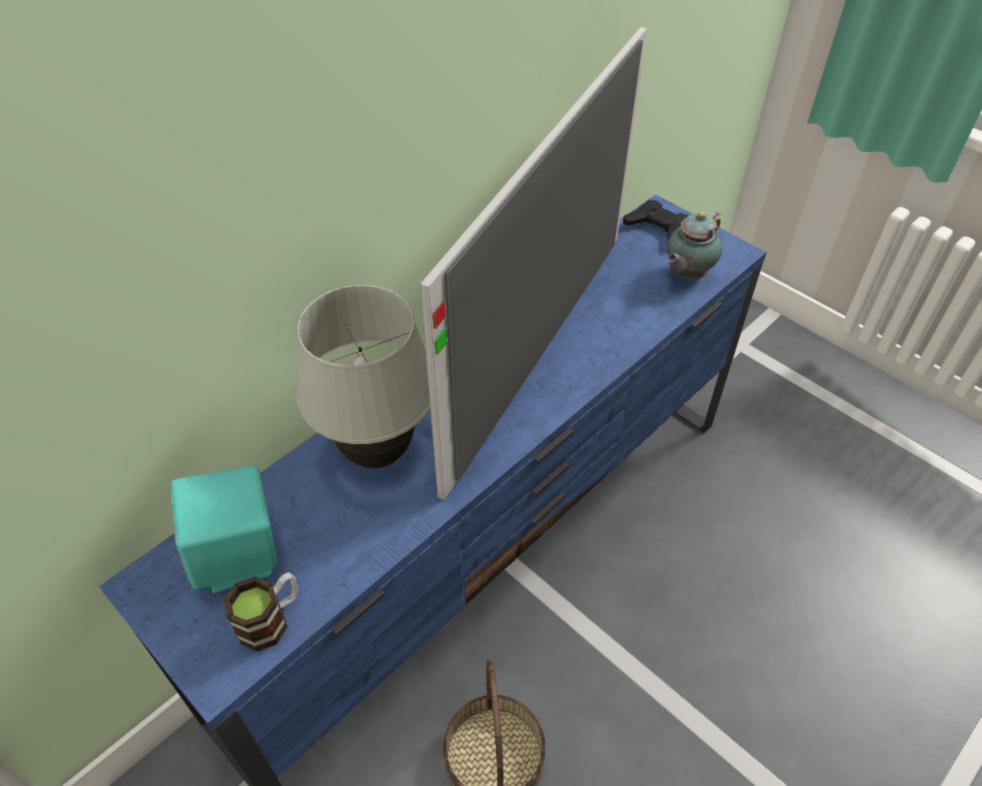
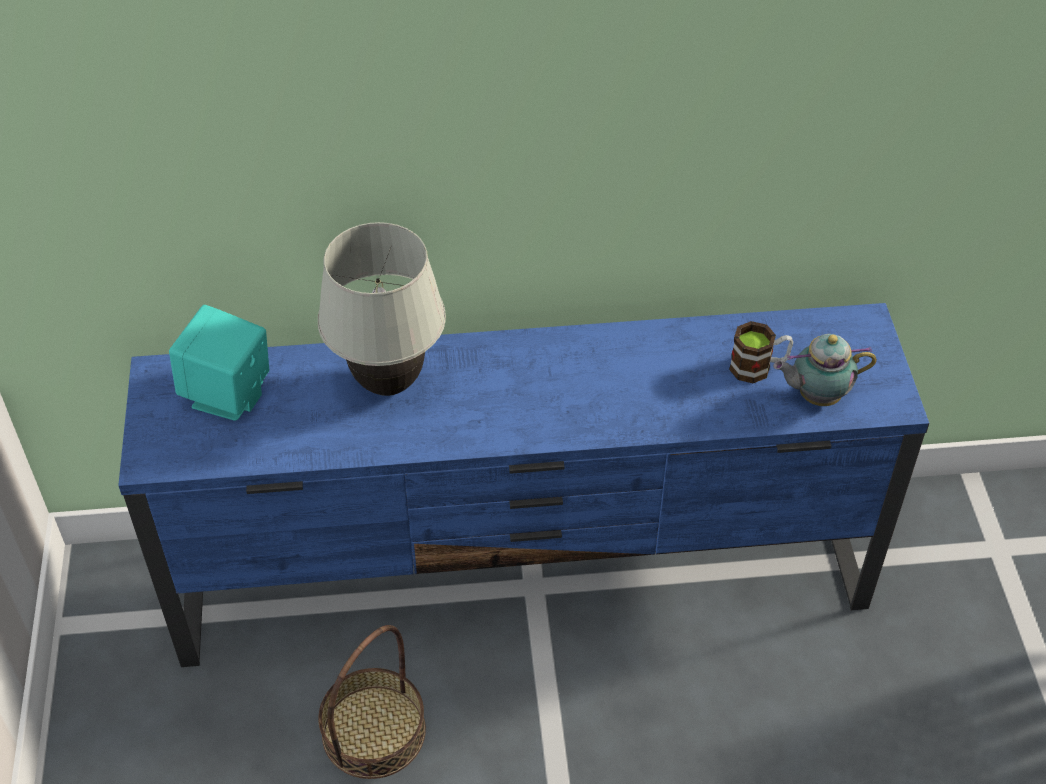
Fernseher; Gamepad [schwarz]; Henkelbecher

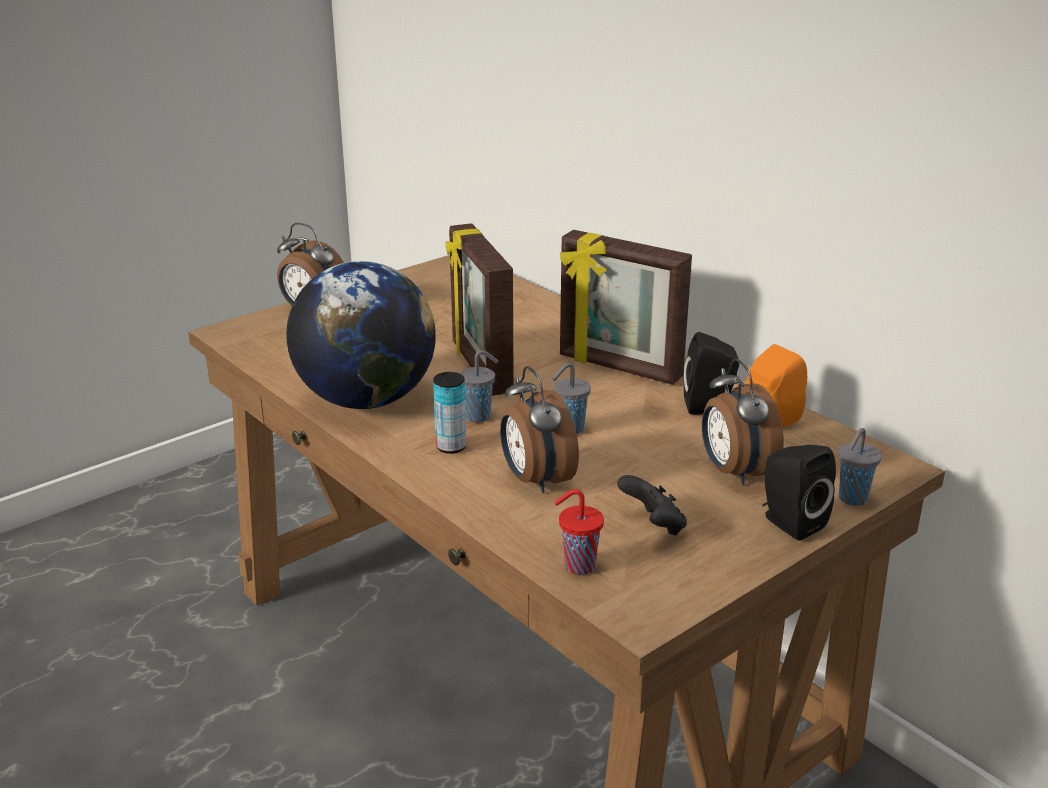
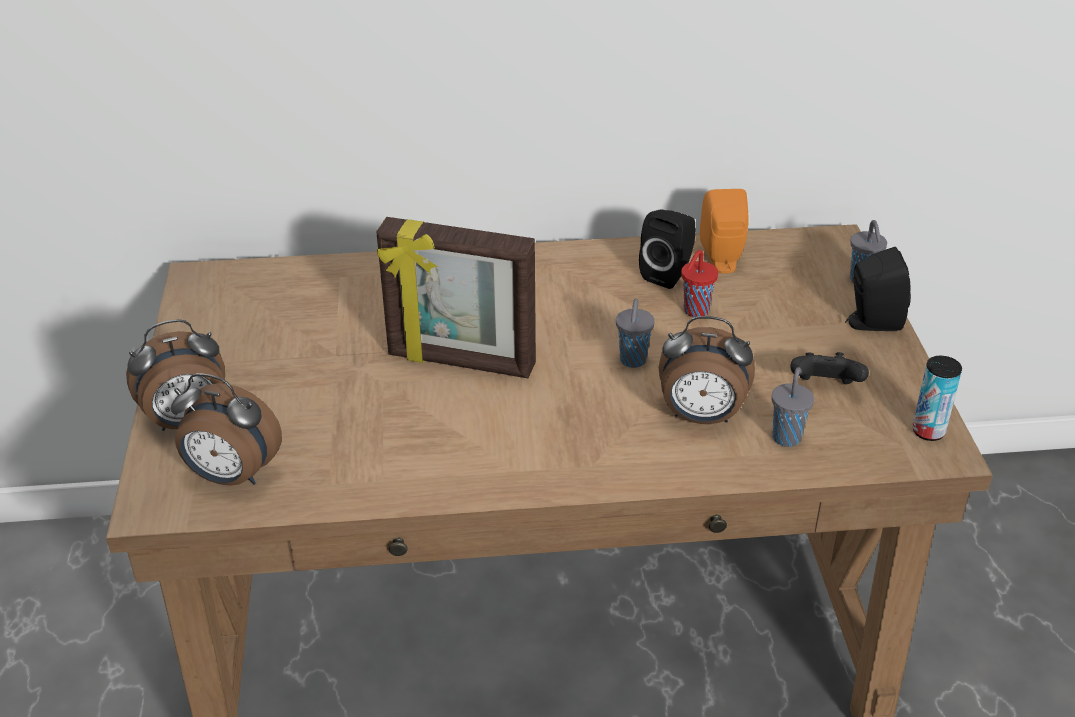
Globus; Bilderrahmen (2nd from left in the first image); Dose; Tasse [grau] (2nd from left); Tasse [rot]; Wecker (2nd from left)

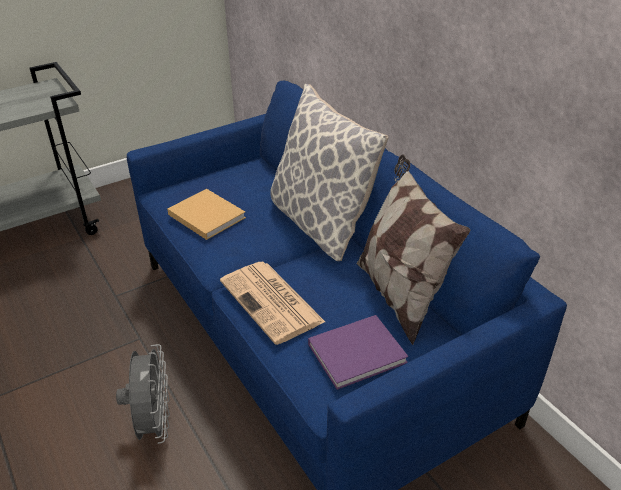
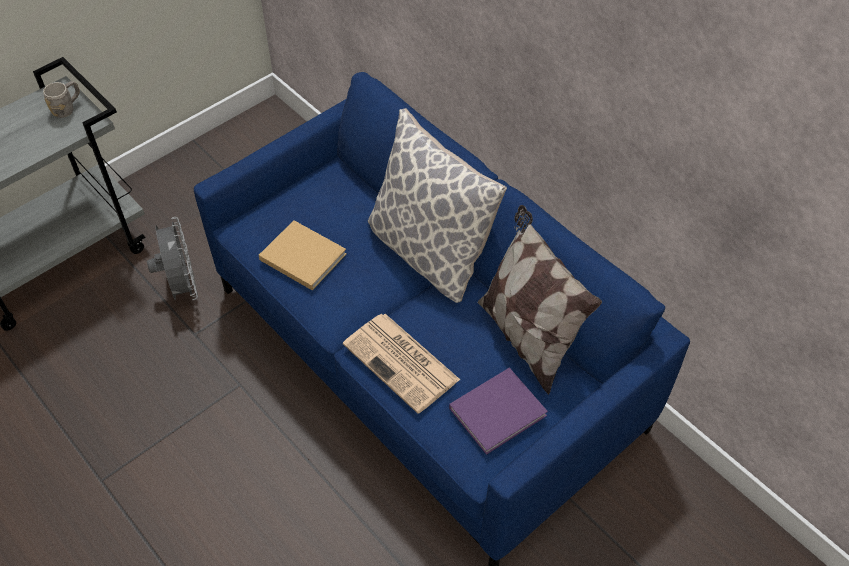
Henkelbecher [grau]; Ventilator [grau]

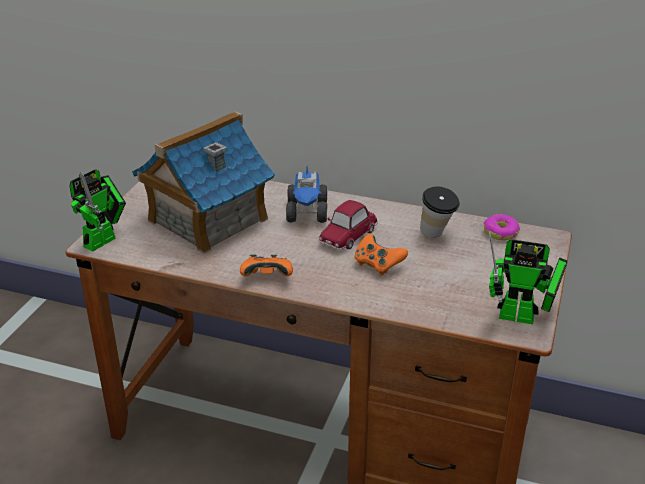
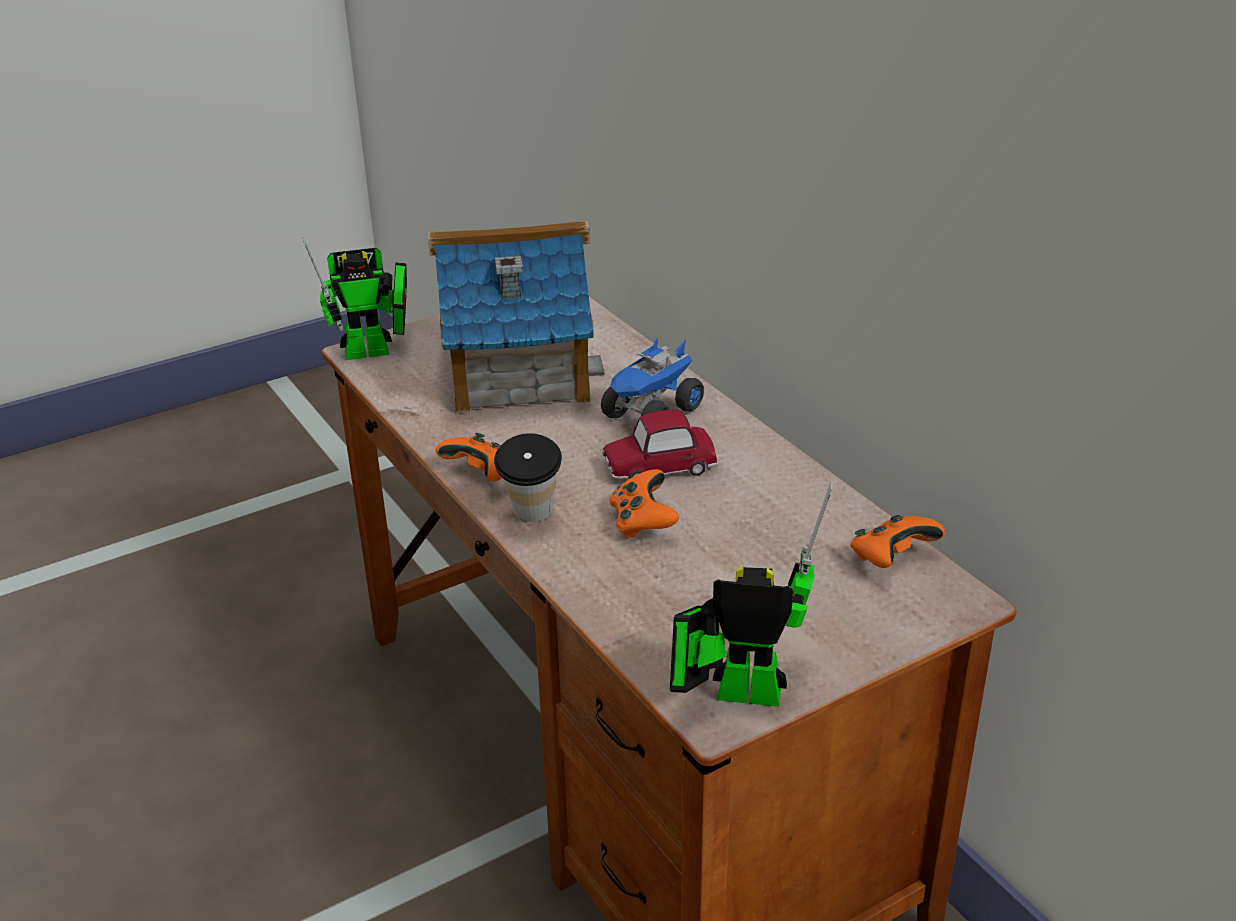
Tasse; Gamepad [orange] (3rd from left); Spielzeugroboter (2nd from left)

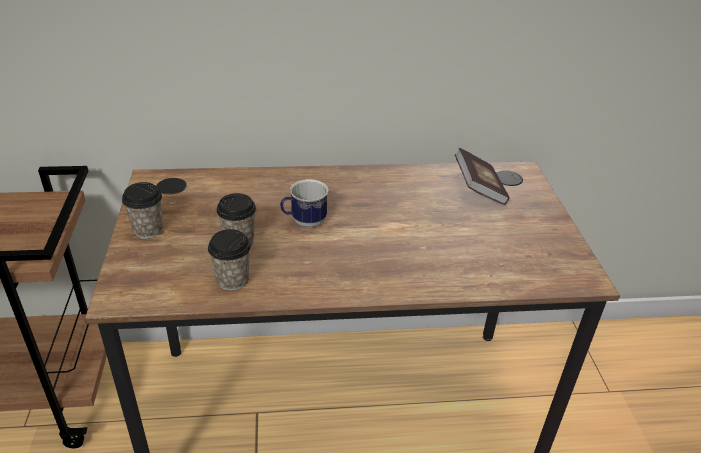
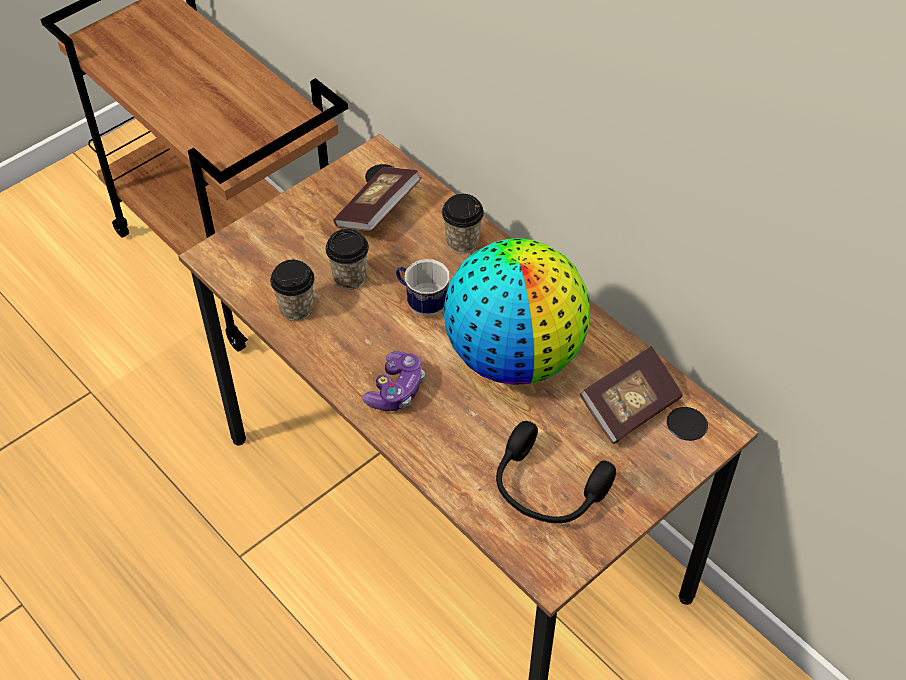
Buch (1st from left); Gamepad; Globus; Kopfhörer [schwarz]; Tasse (3rd from left)

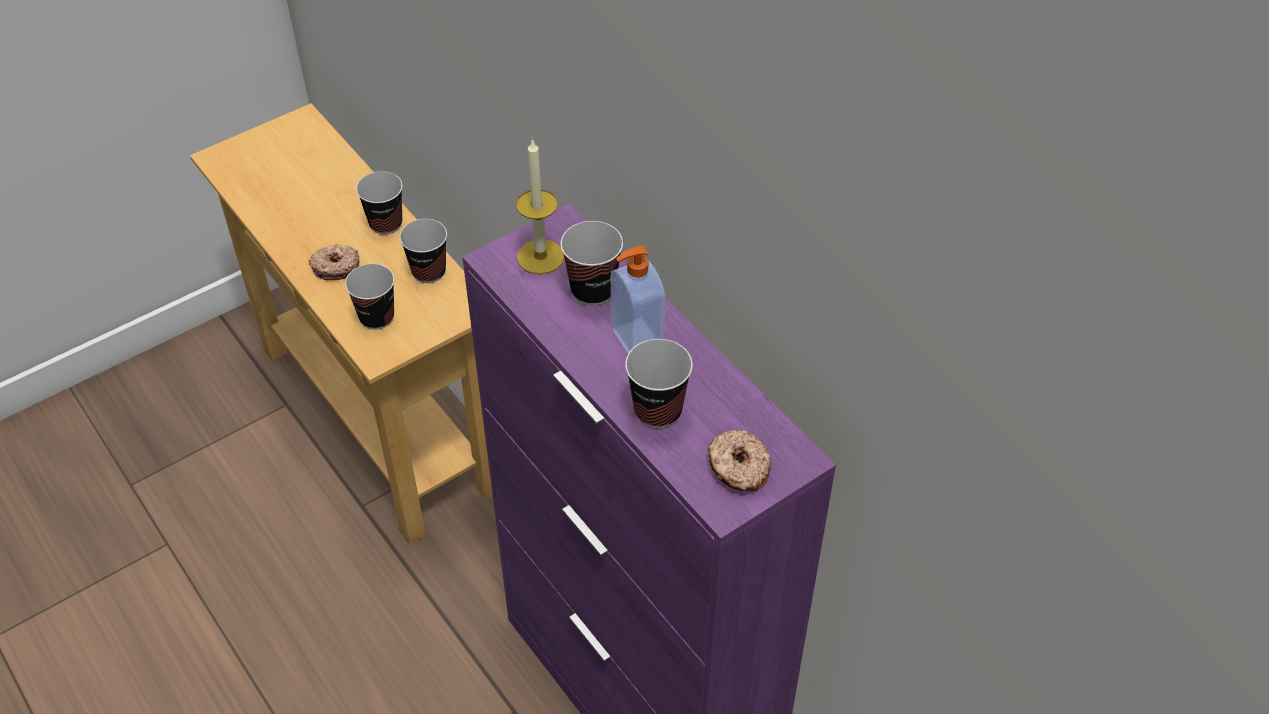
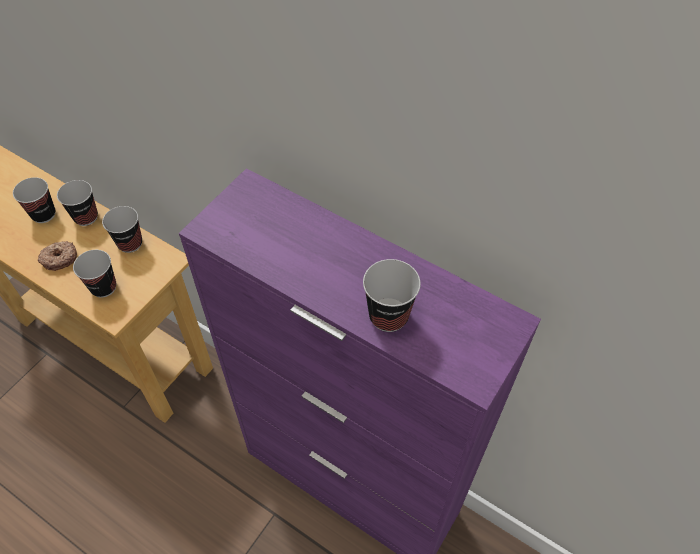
Kerze; Seifenspender; Donut (2nd from left in the first image); Tasse (1st from left)

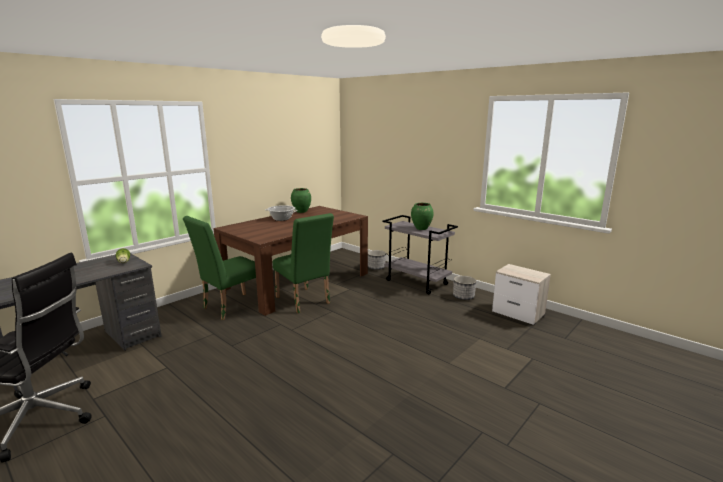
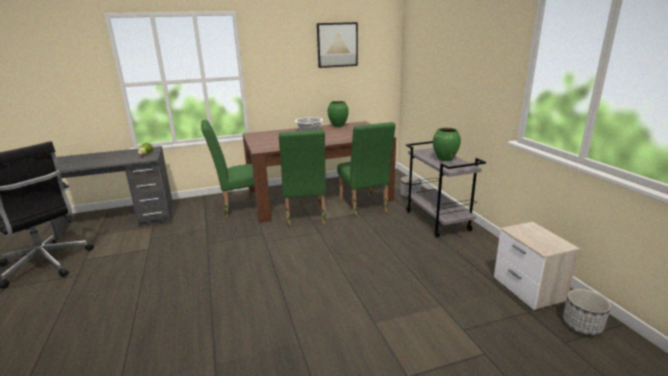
Bild; Stuhl [grün] (3rd from left); Pflanzkübel (2nd from left)

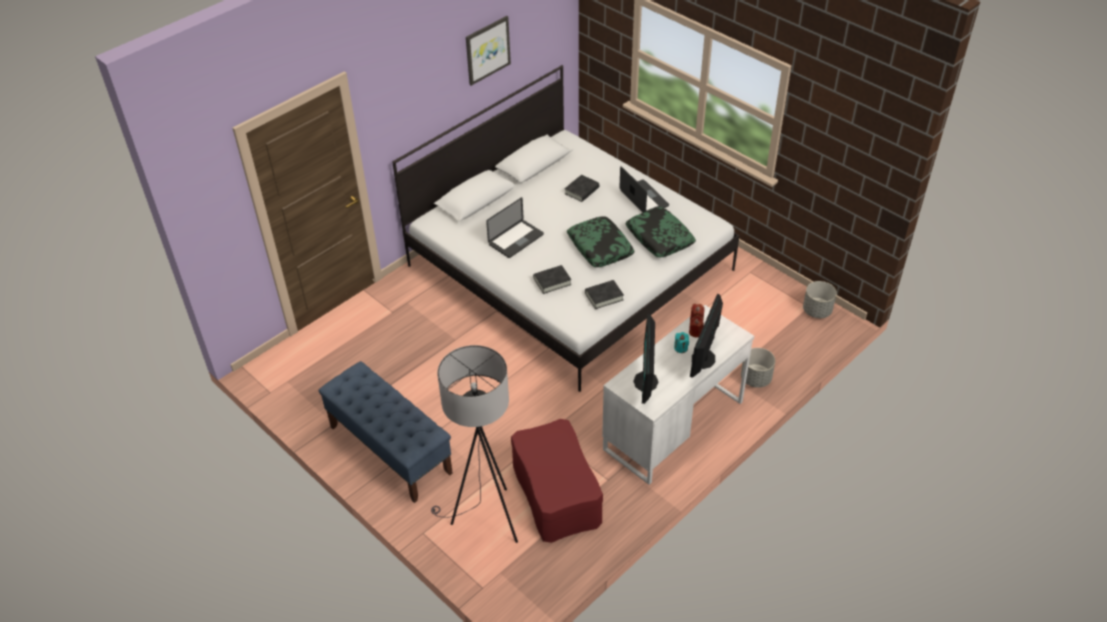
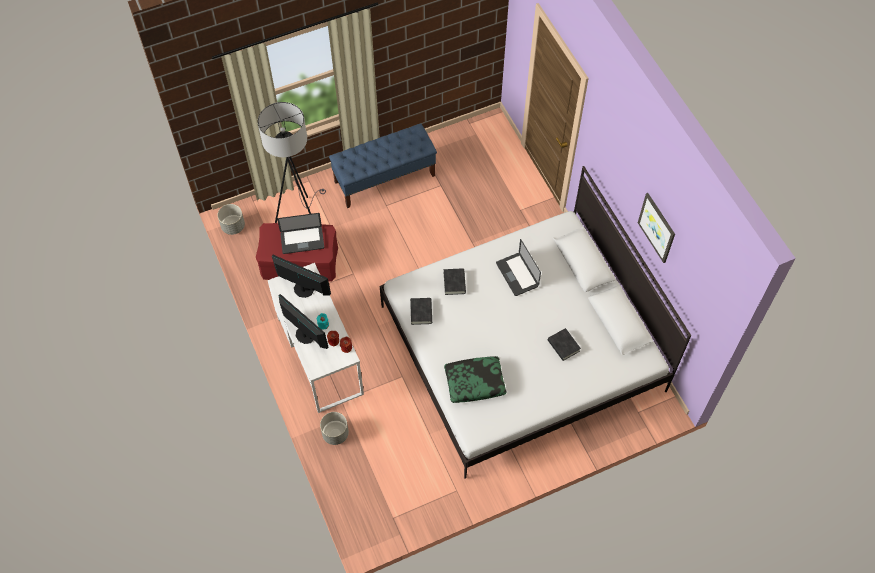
Kissen (1st from left in the first image); Laptop (1st from left); Pflanzkübel [grau] (1st from left)

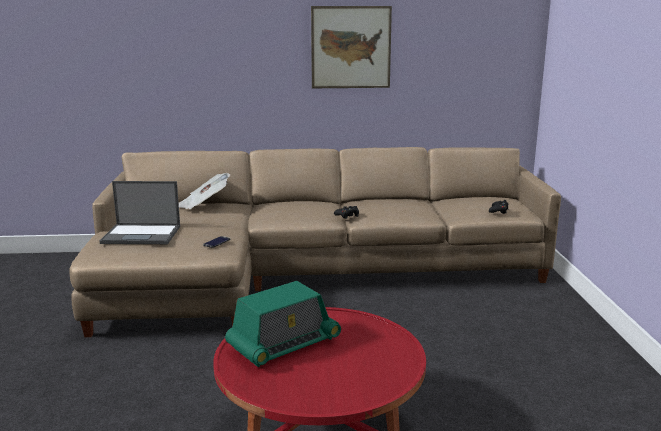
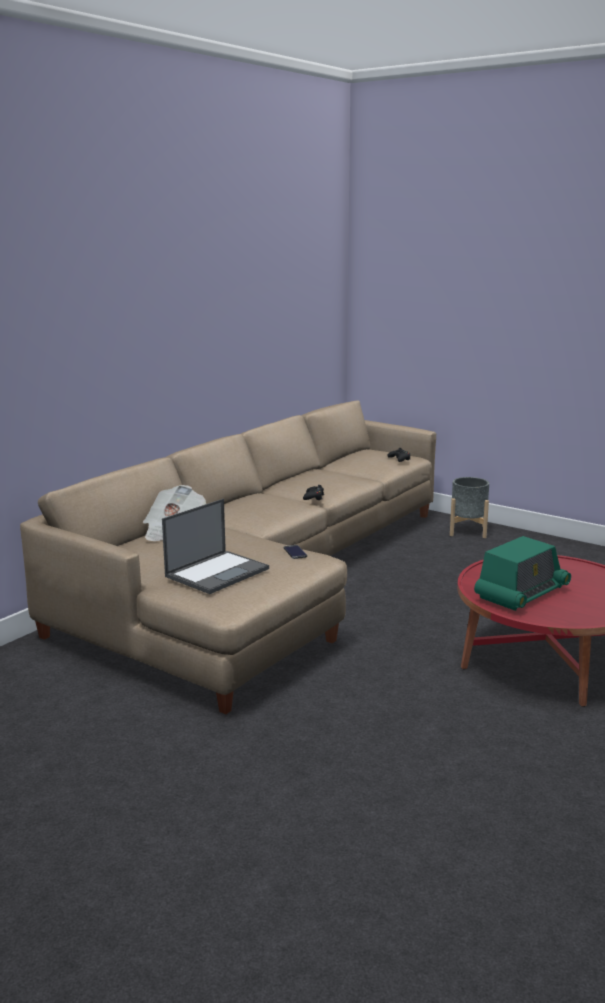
Bild; Pflanzkübel [grau]; Radio

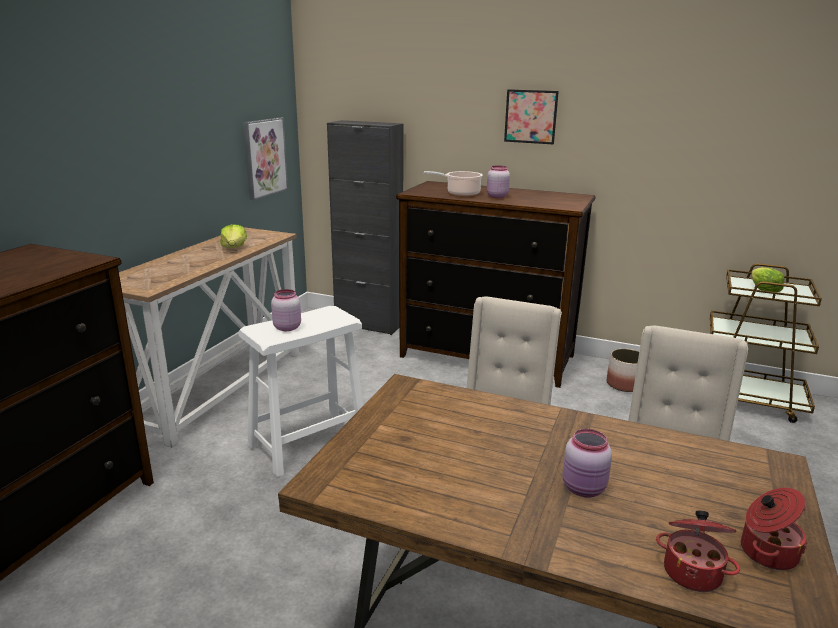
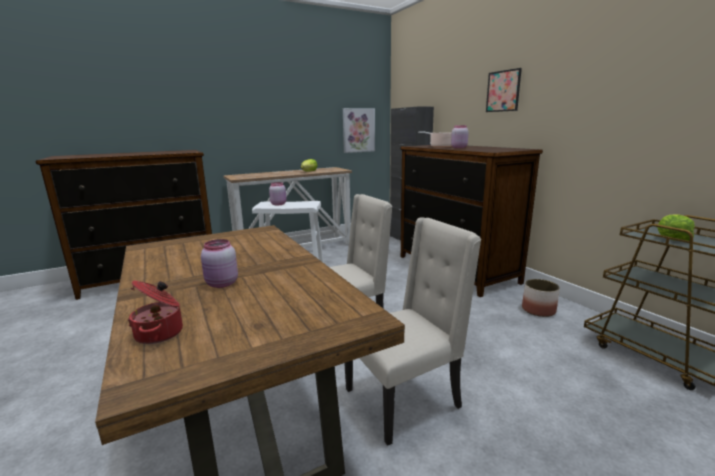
Kochtopf (3rd from left in the first image)

